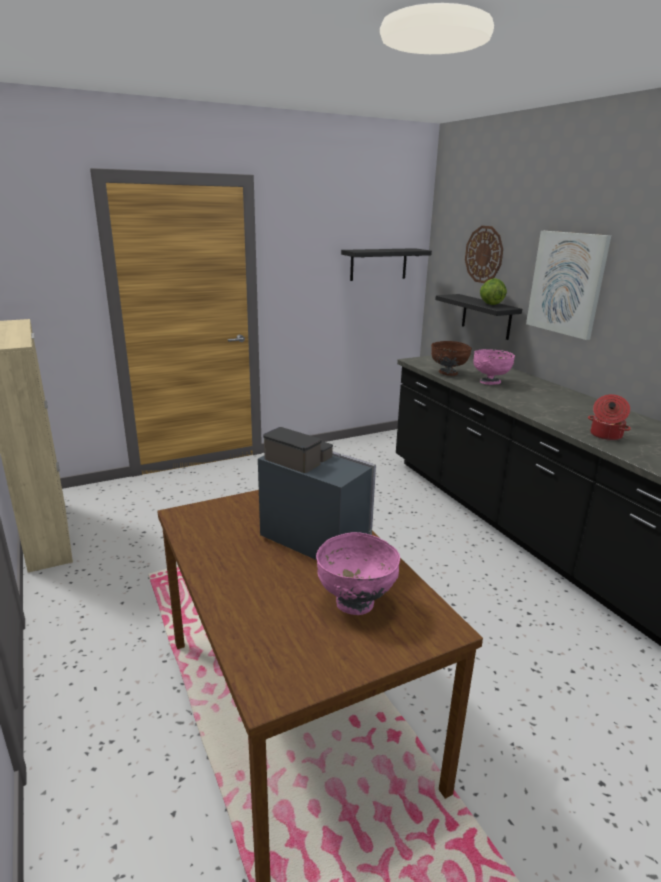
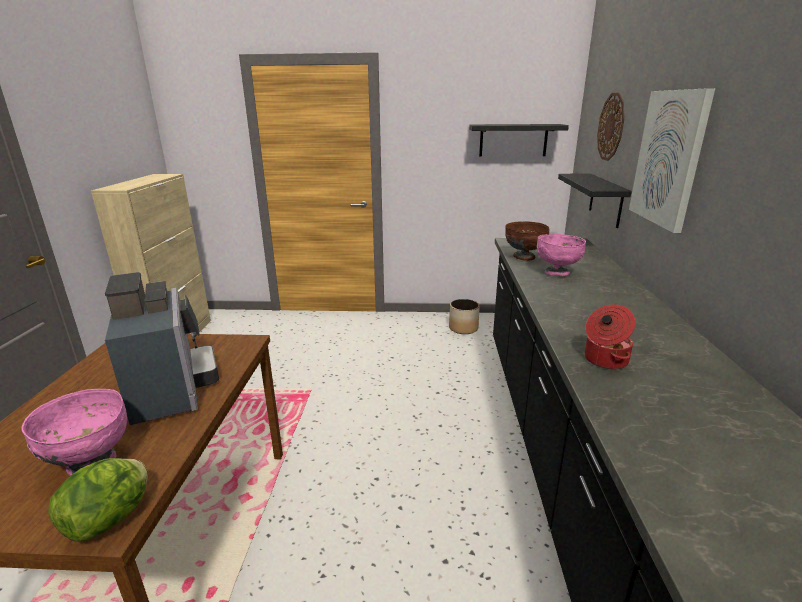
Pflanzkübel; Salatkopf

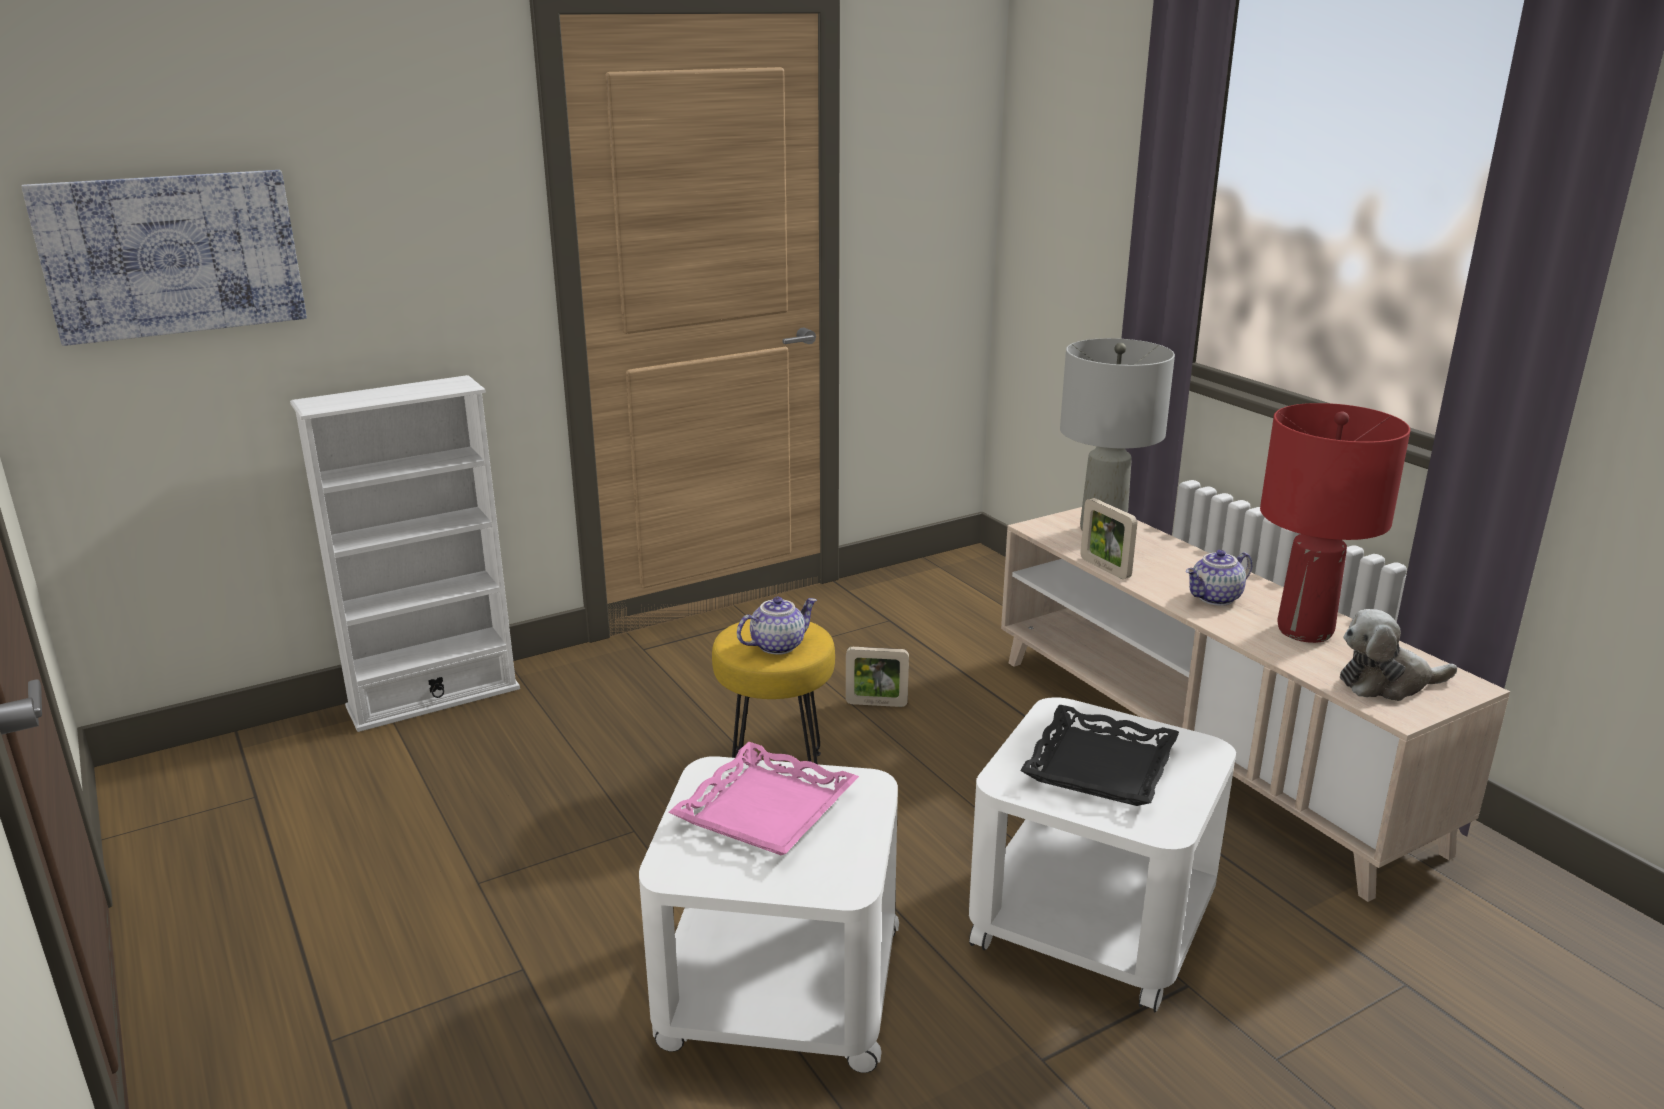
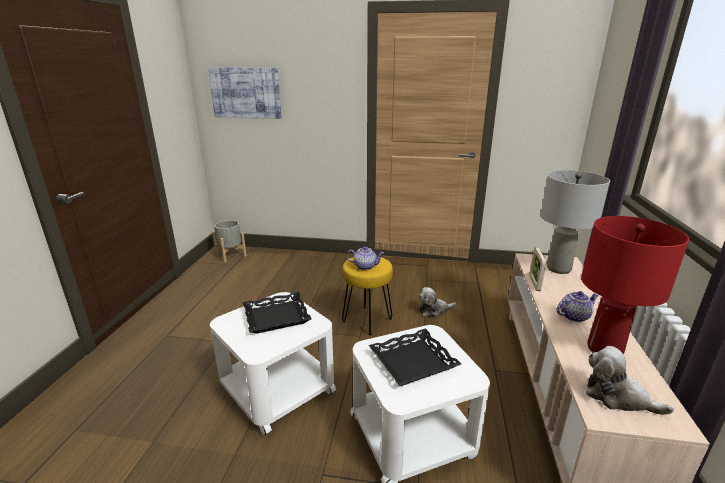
Bücherregal [weiß]; Pflanzkübel [grau]; Plüschtier (1st from left); Tablett [schwarz] (1st from left); Teekanne (2nd from left)

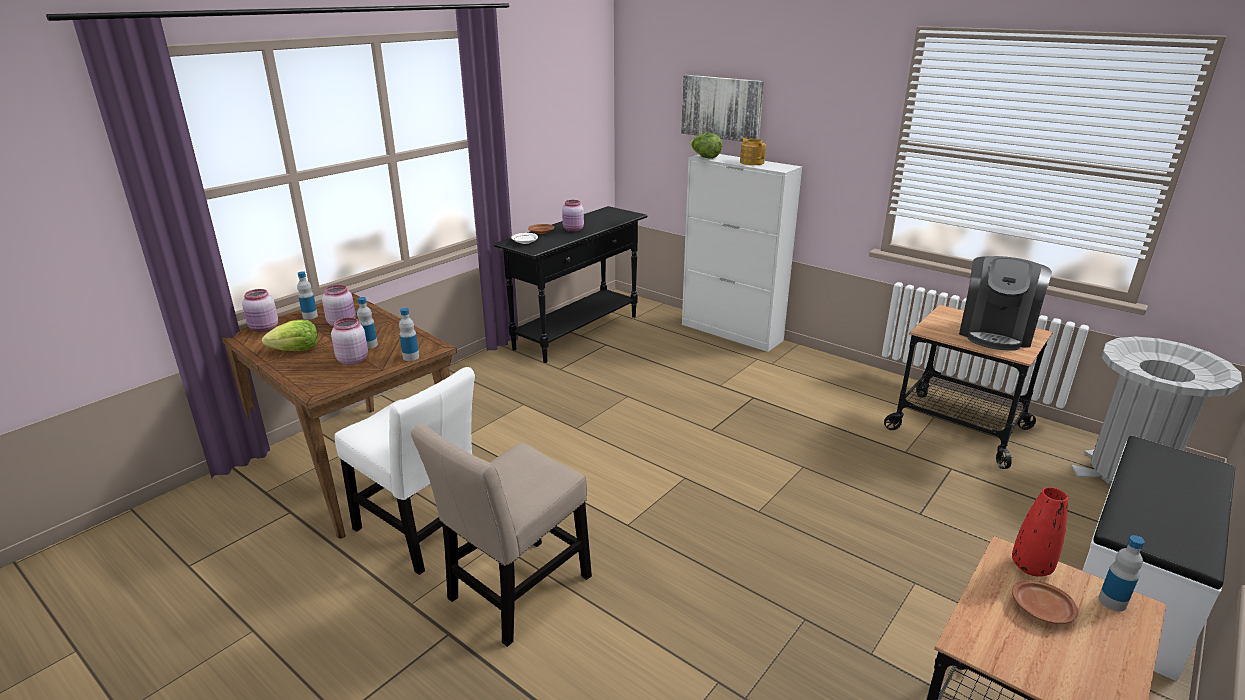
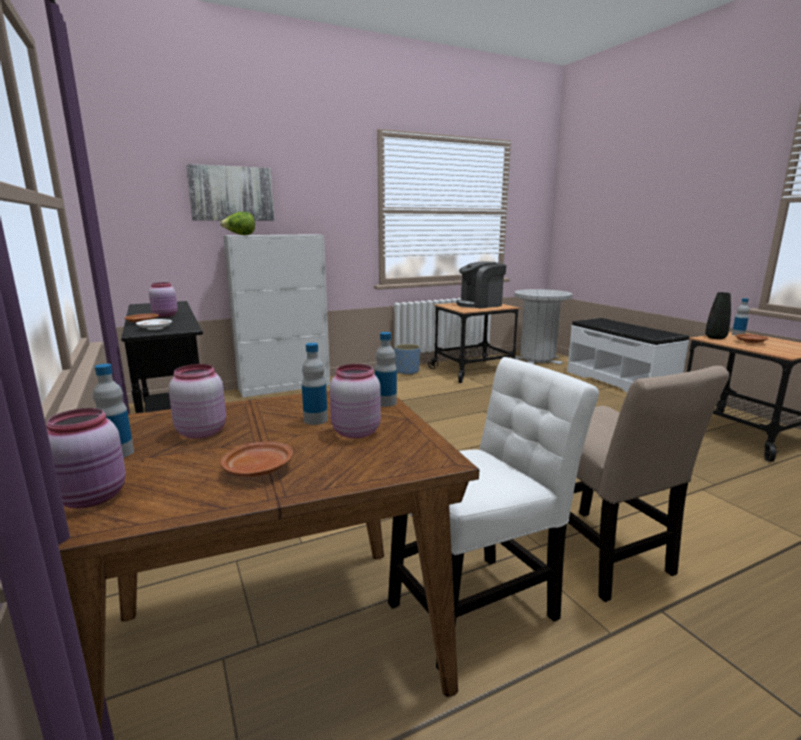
Teekanne; Pflanzkübel [blau]; Teller [braun] (2nd from left); Vase [schwarz]; Kaffeemaschine

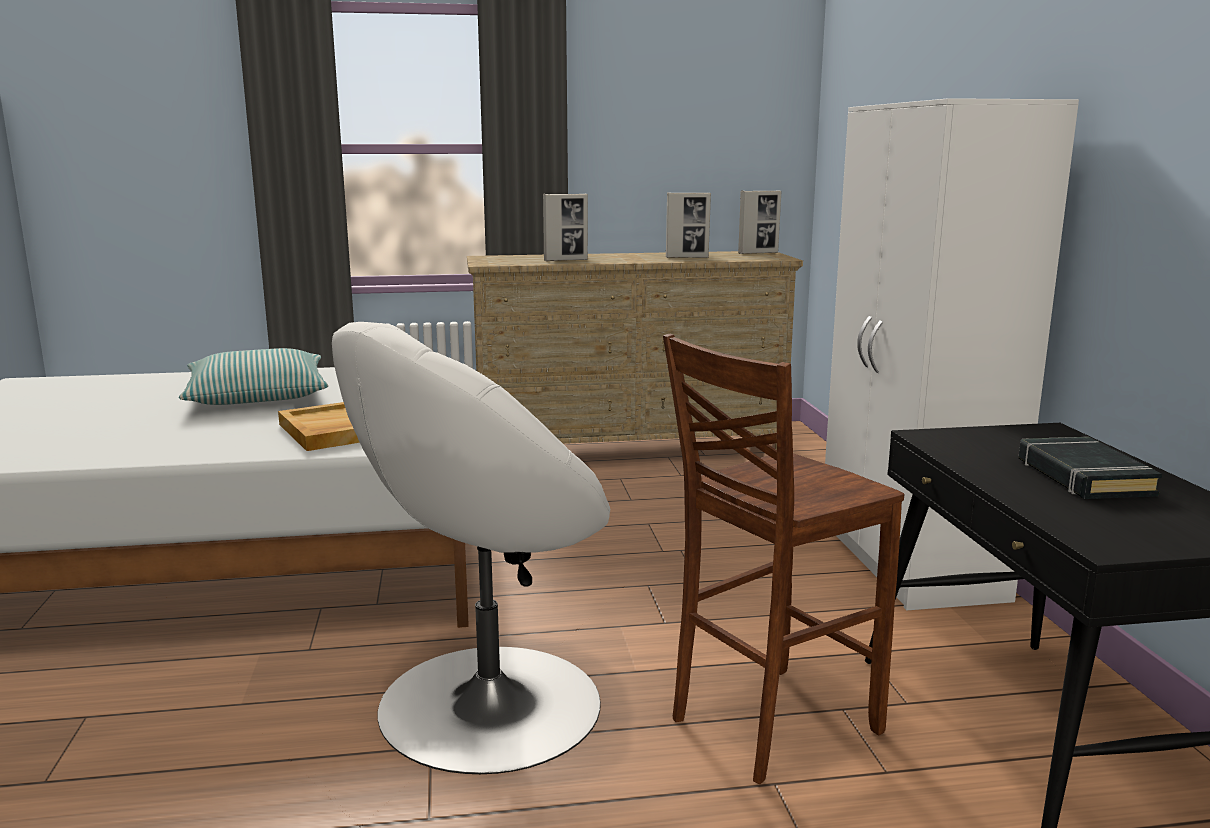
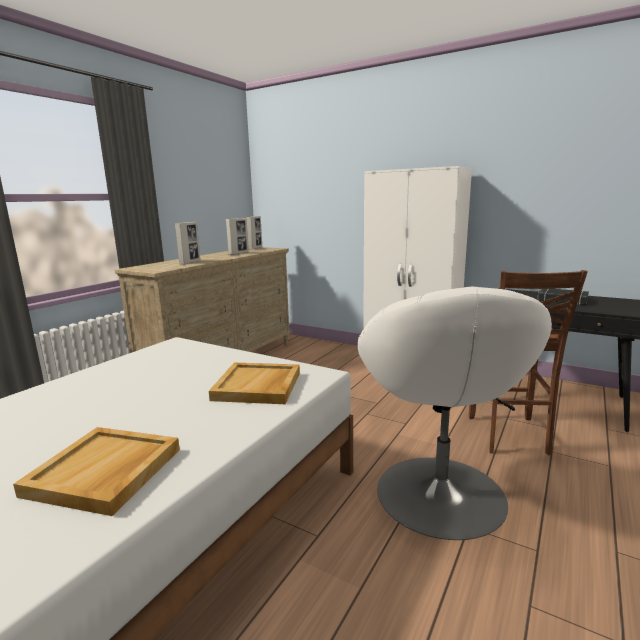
Kissen; Tablett [beige] (1st from left)

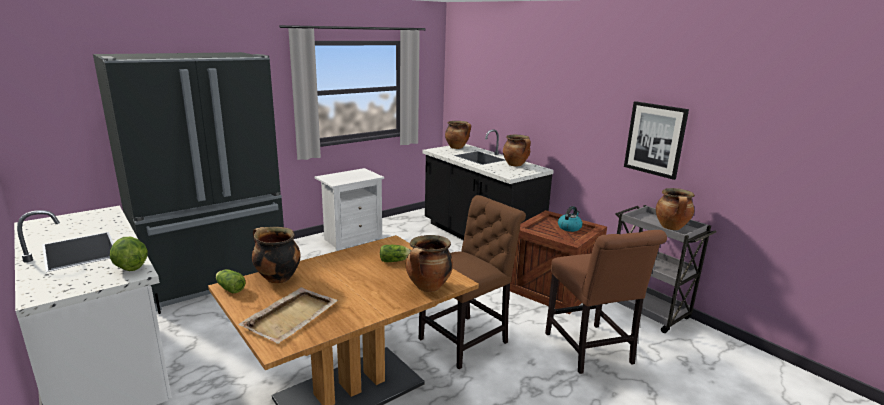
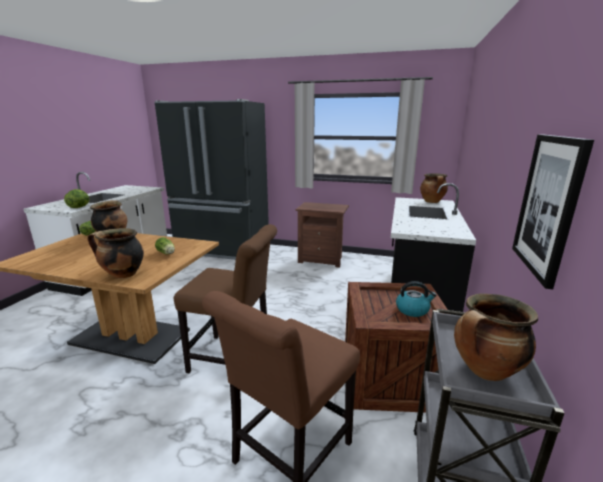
Tablett [beige]; Kochtopf (4th from left in the first image); Nachttisch [braun]

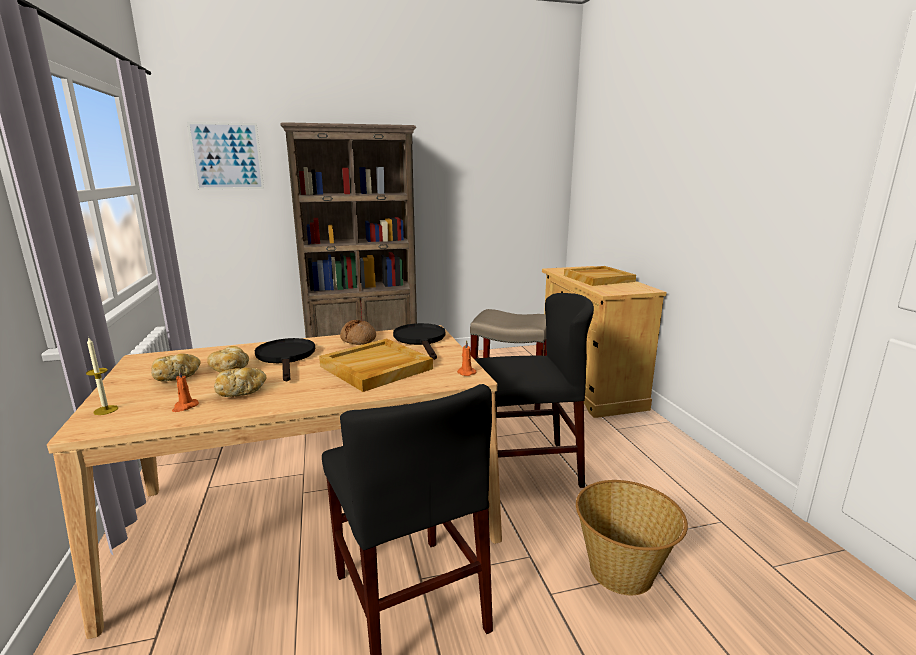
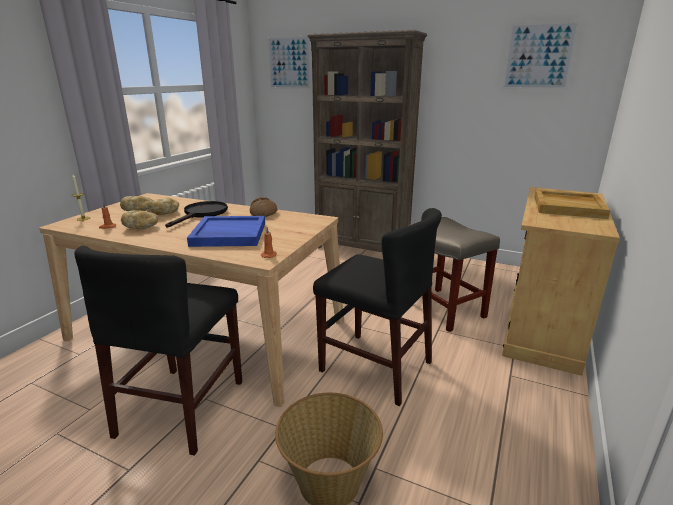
Pfanne [schwarz] (2nd from left in the first image); Bild (2nd from left); Tablett [blau]

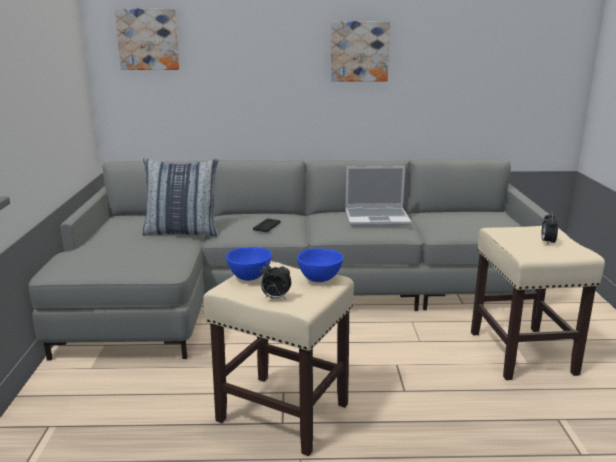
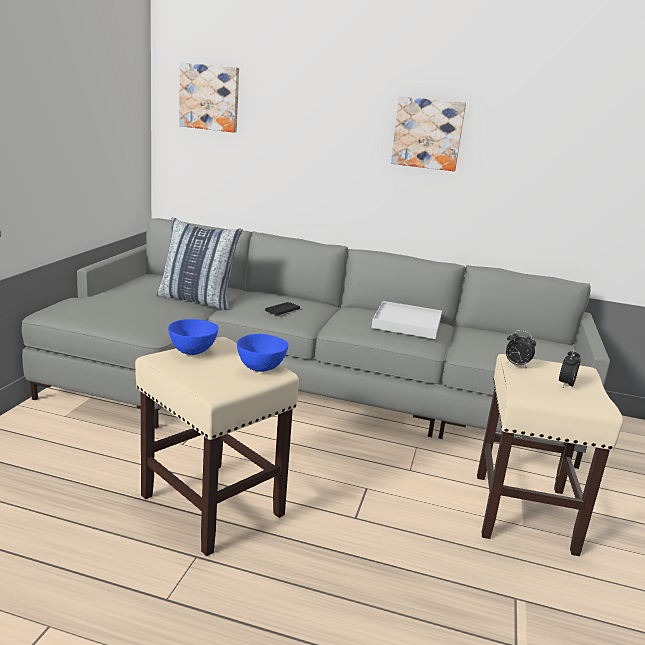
Wecker (1st from left); Tablett [weiß]

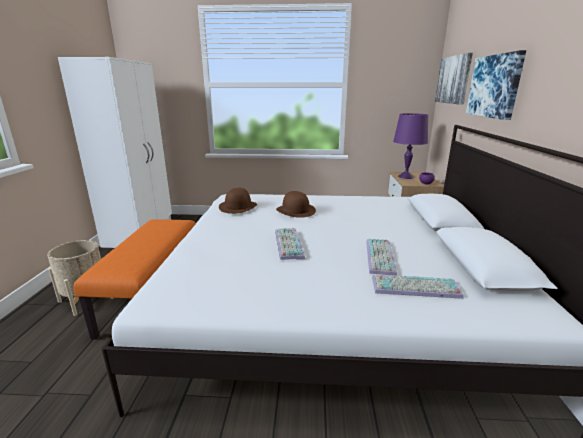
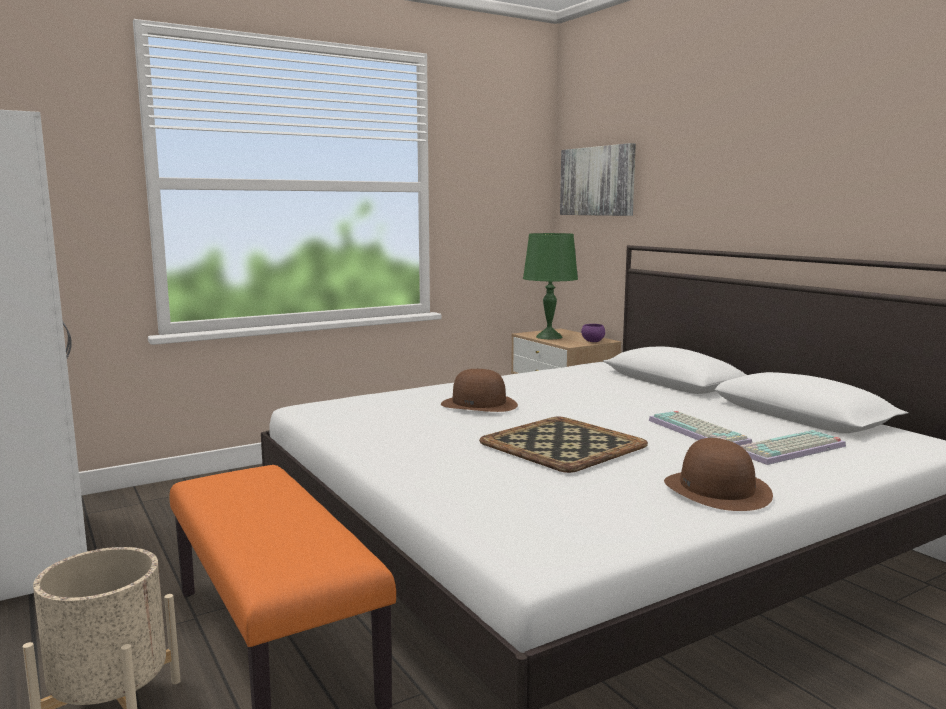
Bild (2nd from left in the first image); Hut [braun] (2nd from left); Tablett; Tischlampe [grün]

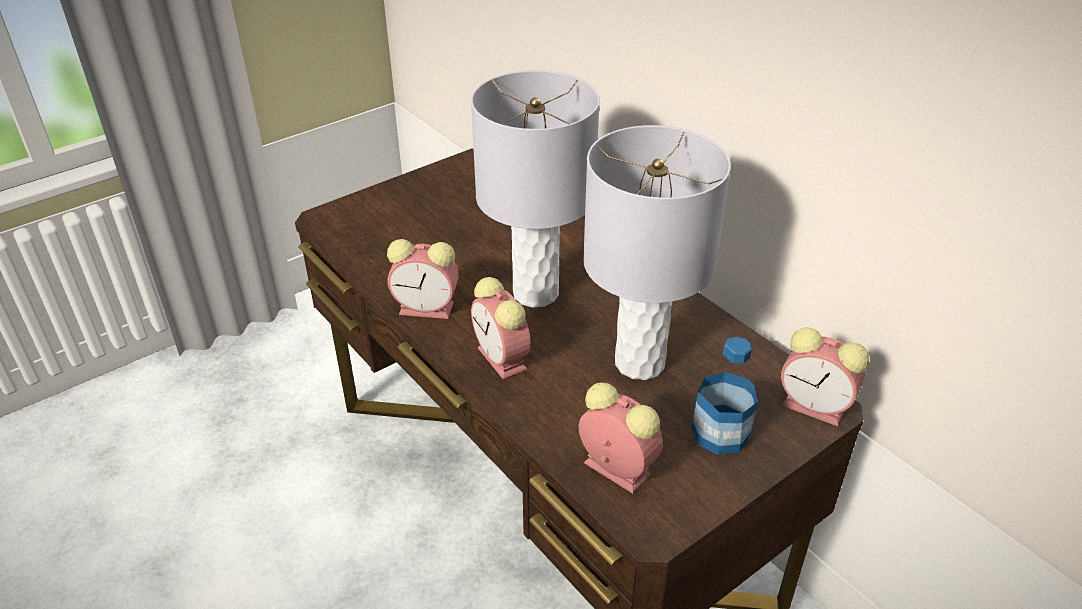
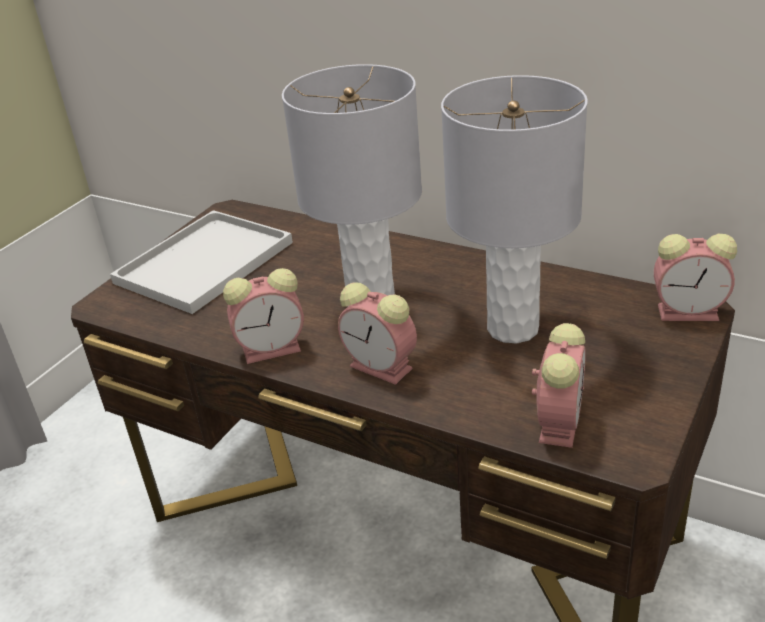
Flasche; Tablett [weiß]; Wecker (3rd from left)

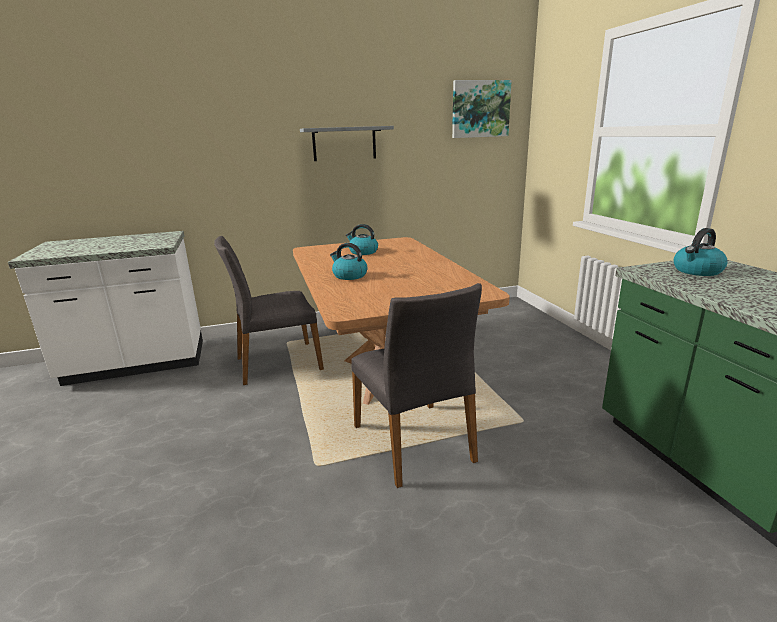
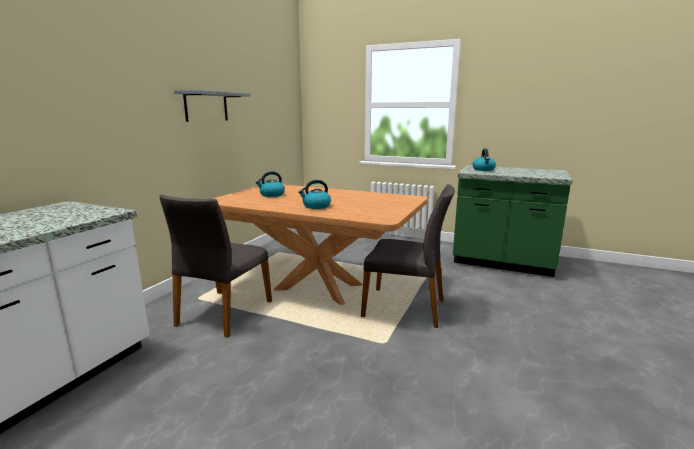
Bild

